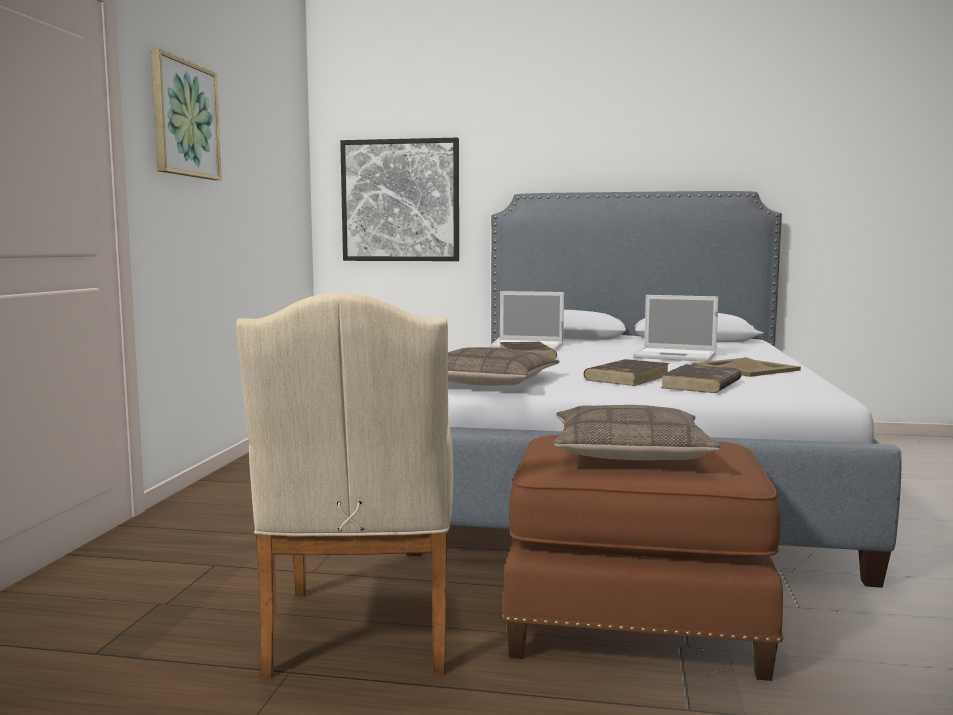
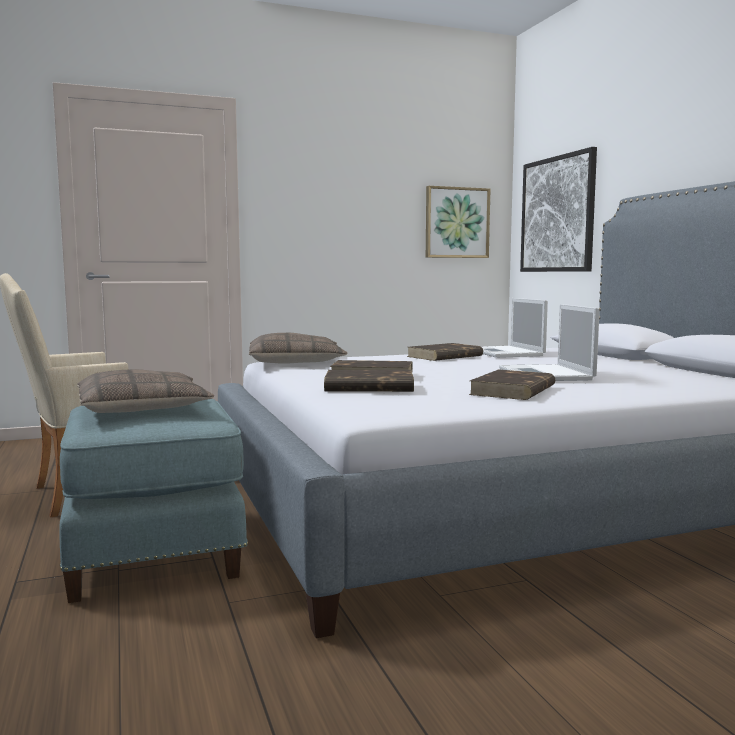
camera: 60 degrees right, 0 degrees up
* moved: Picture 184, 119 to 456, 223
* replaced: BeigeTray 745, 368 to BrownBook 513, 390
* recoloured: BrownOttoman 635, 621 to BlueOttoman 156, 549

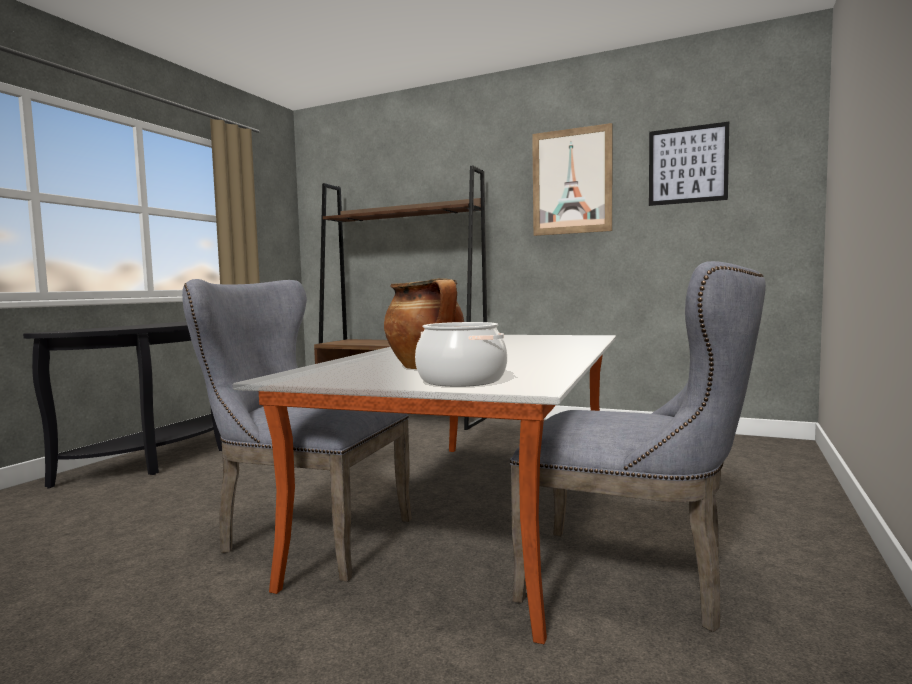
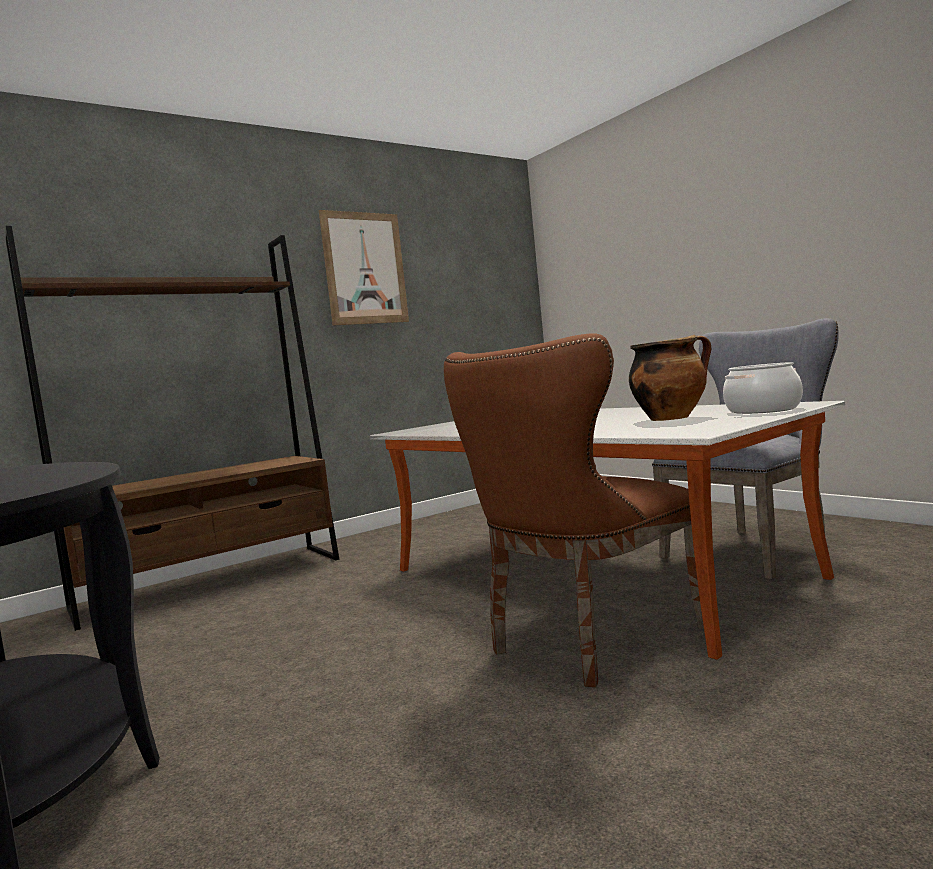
camera: 60 degrees left, 0 degrees up
* removed: Picture 687, 165
* recoloured: GreyChair 305, 536 to BrownChair 586, 643

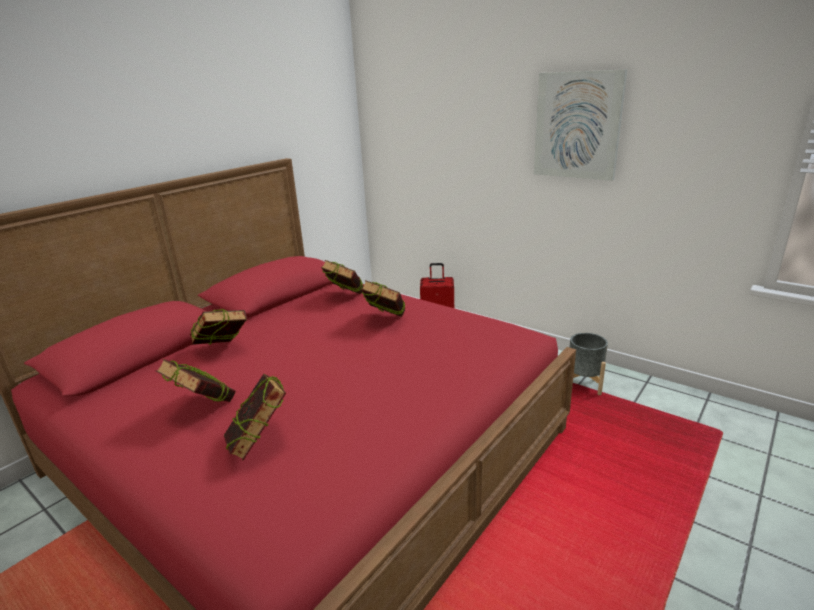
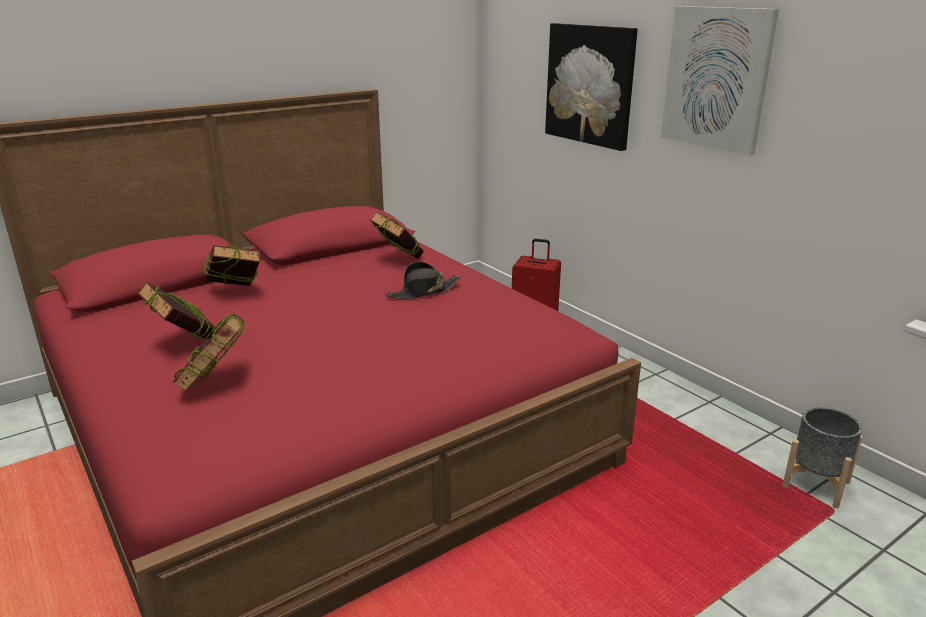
camera: 15 degrees right, 0 degrees up
* replaced: Book 385, 321 to BlackHat 423, 292
* moved: GreyPlanter 584, 384 to 816, 485
* added: Picture 590, 85

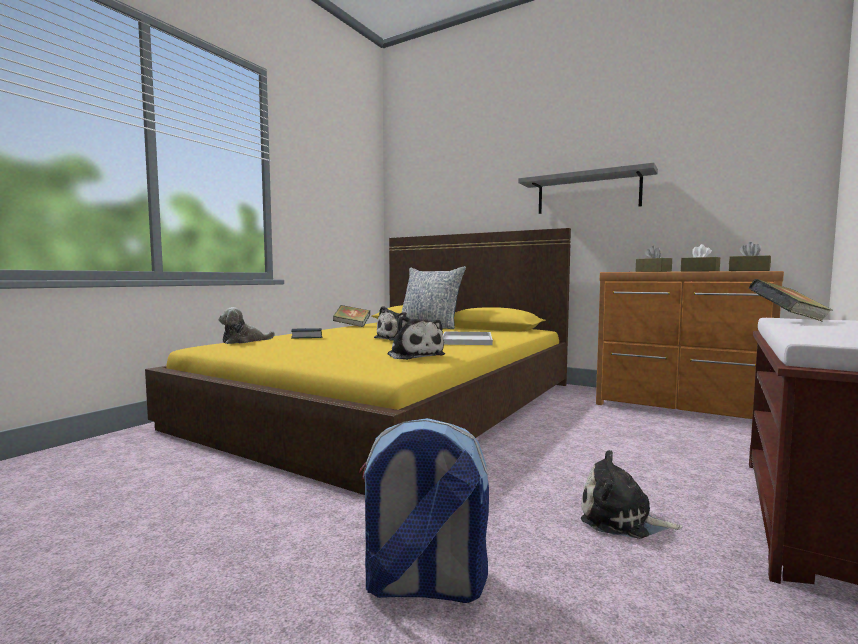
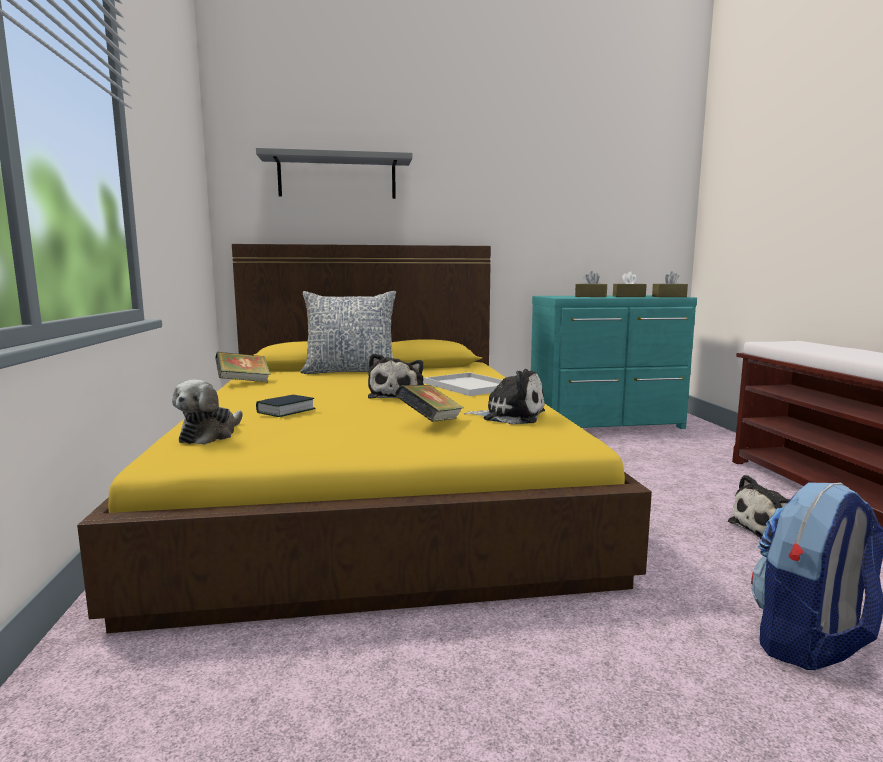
camera: 40 degrees left, 5 degrees up
* moved: GreyShelf 588, 193 to 337, 177
* recoloured: BrownDresser 680, 407 to TurquoiseDresser 607, 424
* moved: Book 788, 321 to 430, 424

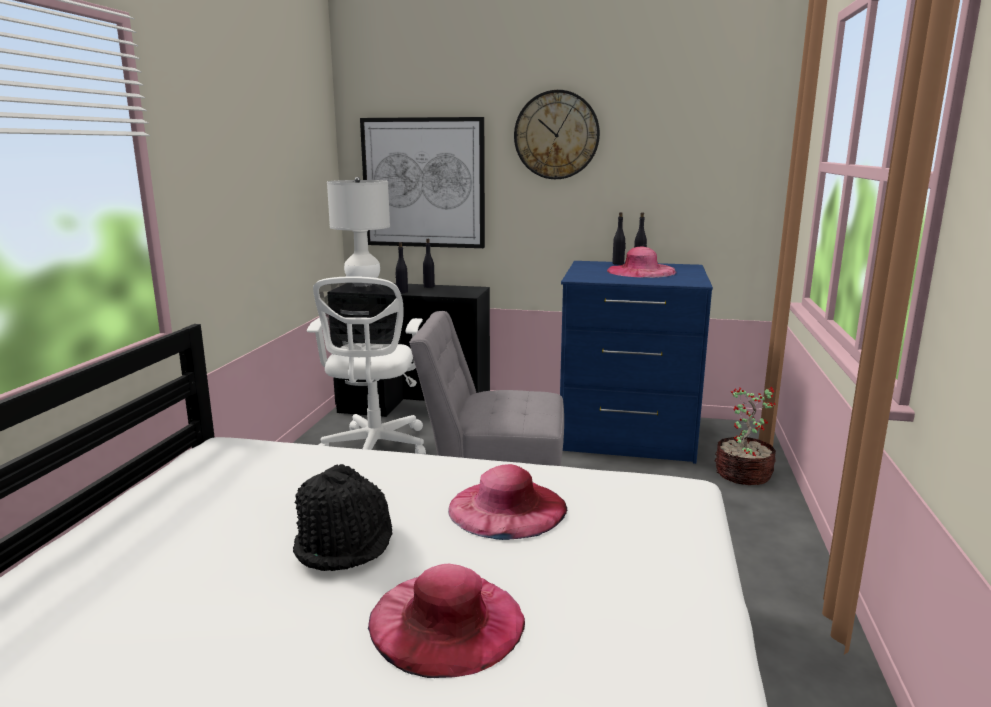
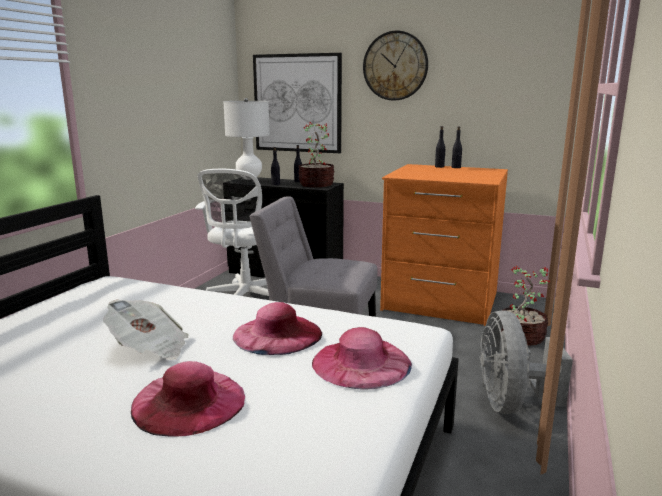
camera: 10 degrees right, 0 degrees up
* moved: PinkHat 641, 271 to 361, 363
* recoloured: BlueDresser 627, 435 to OrangeDresser 440, 302
* replaced: BlackHat 345, 544 to Newspaper 149, 348
* added: PottedPlant 316, 184
* added: GreyFan 511, 403

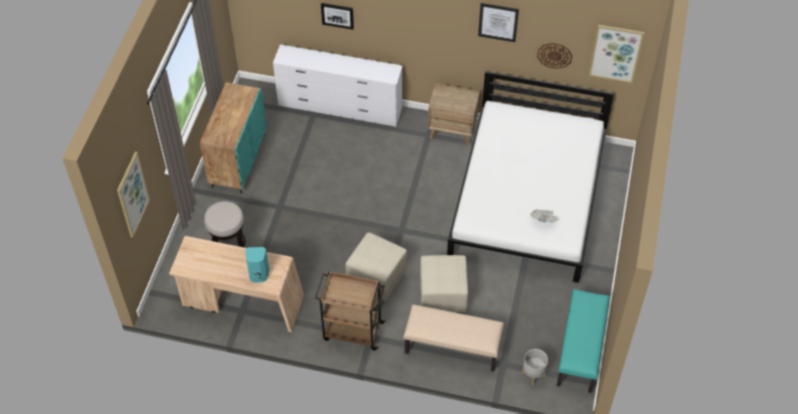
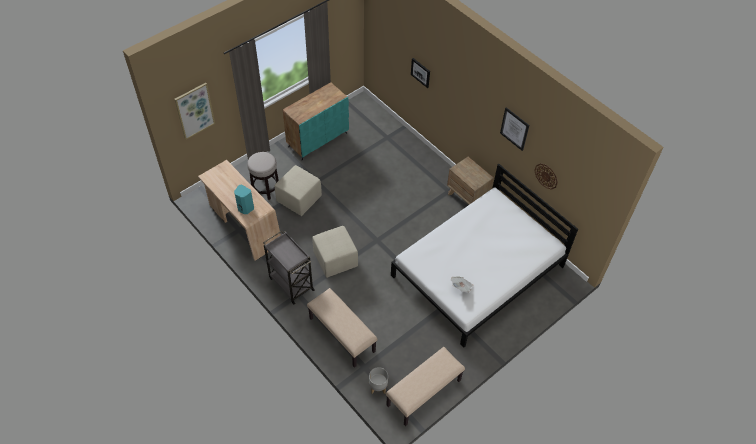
camera: 35 degrees right, 0 degrees up
* removed: Picture 615, 53
* removed: WhiteDresser 340, 107
* moved: BeigeOttoman 442, 294 to 299, 199
* recoloured: BrownCart 352, 331 to GreyCart 290, 283
* recoloured: TurquoiseBench 581, 351 to BeigeBench 424, 393

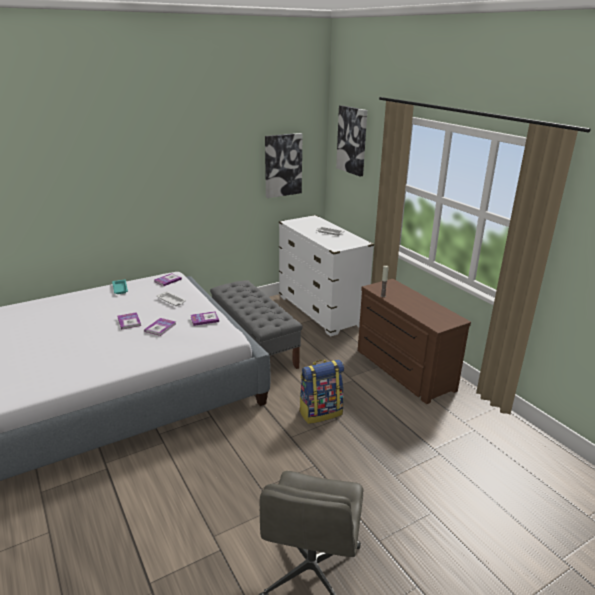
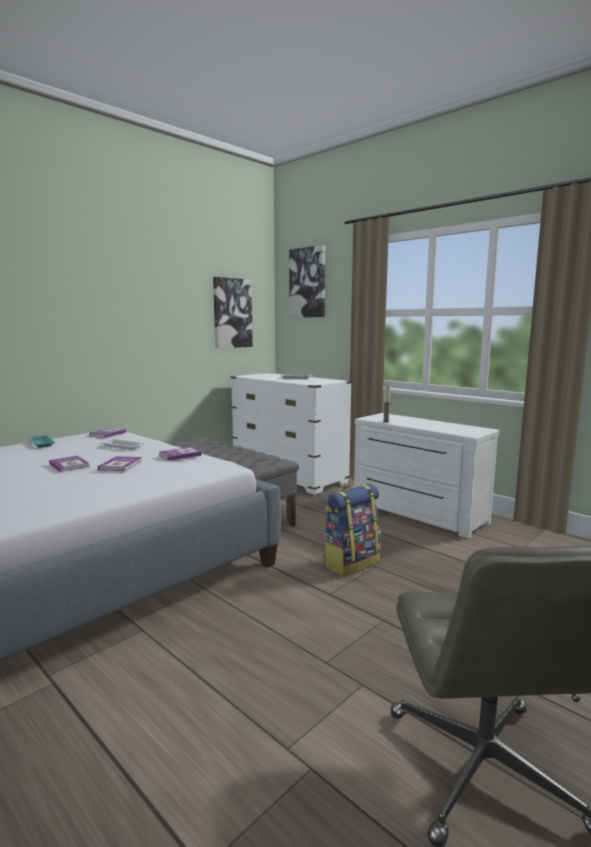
camera: 15 degrees left, 15 degrees down
* recoloured: BrownDresser 402, 370 to WhiteDresser 416, 513

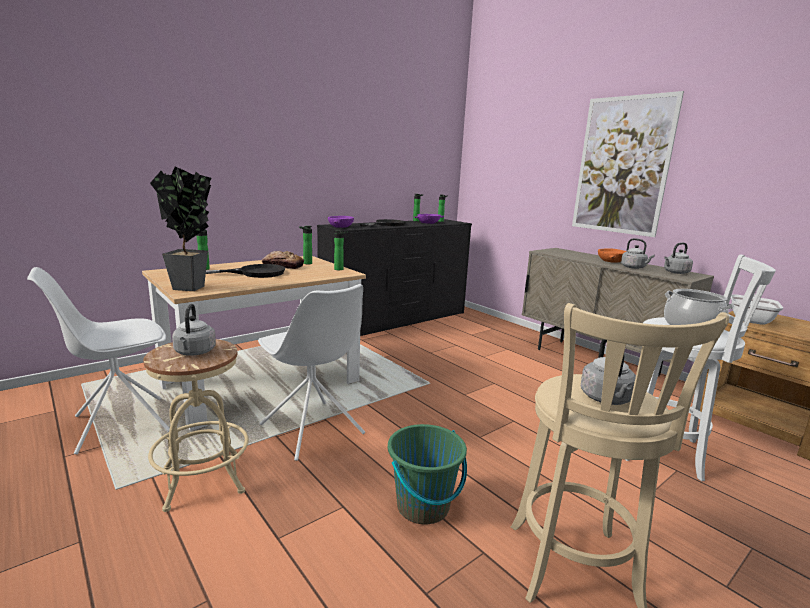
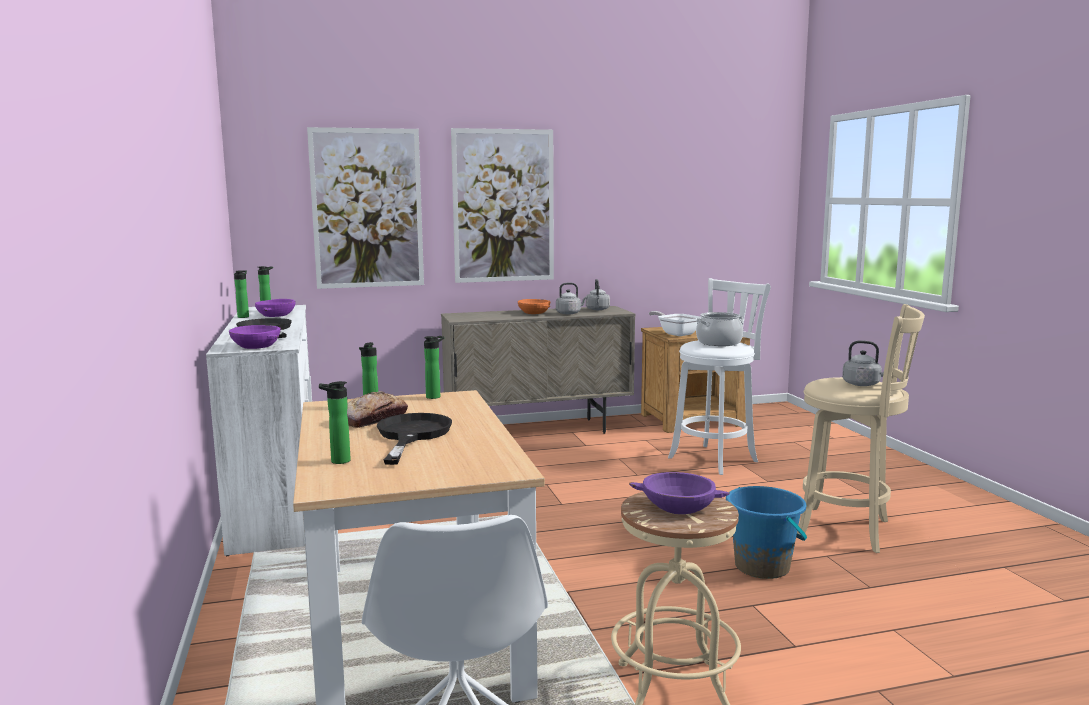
camera: 65 degrees left, 5 degrees down
* removed: PottedPlant 191, 289
* recoloured: BlackDresser 397, 321 to WhiteDresser 279, 493
* removed: WhiteChair 312, 430
* replaced: GreyKettle 194, 352 to PurpleBowl 679, 507
* recoloured: GreenBucket 423, 506 to BlueBucket 762, 567
* added: Picture 367, 208

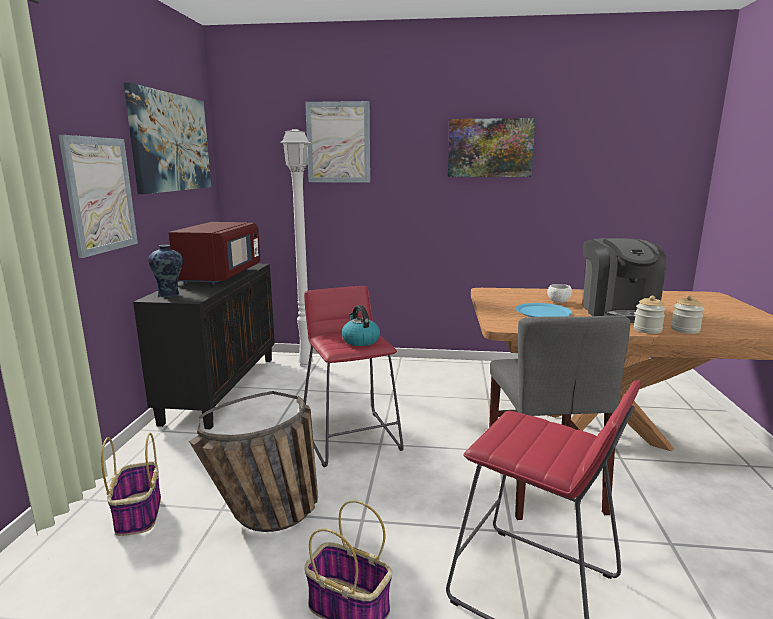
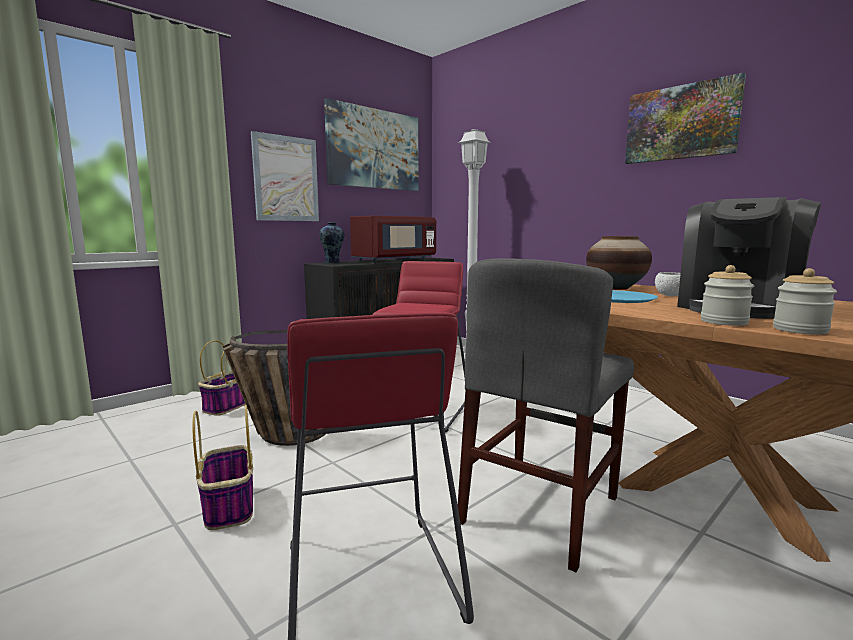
camera: 40 degrees right, 5 degrees down
* removed: Picture 338, 142
* removed: Kettle 360, 340
* added: Vase 616, 288

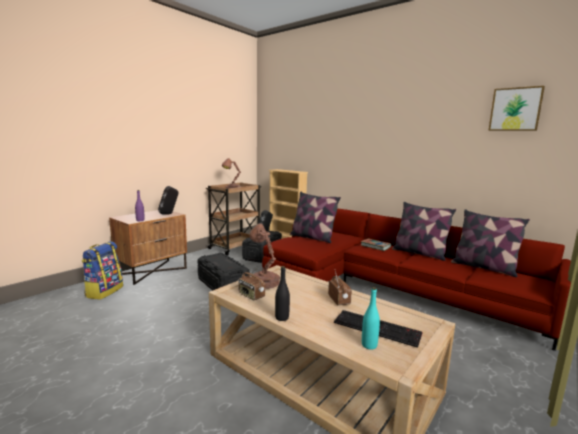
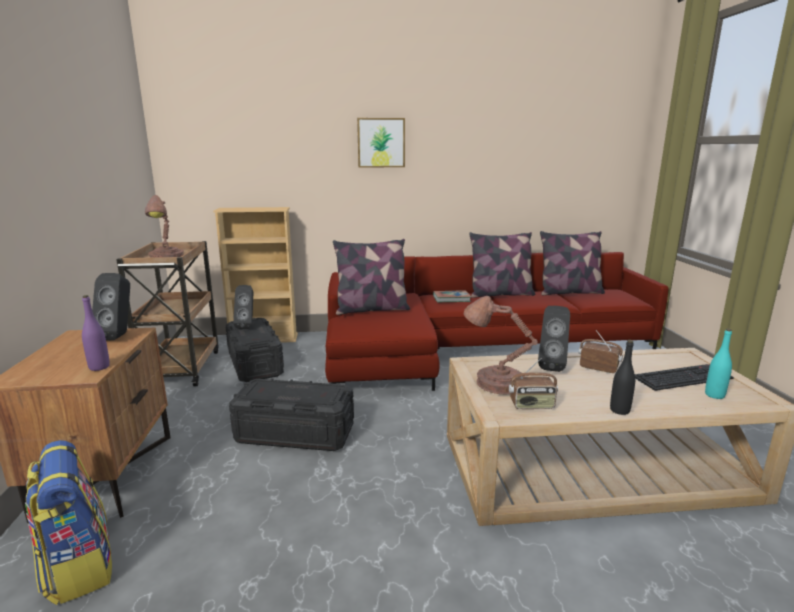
camera: 45 degrees left, 5 degrees up
* moved: Picture 515, 109 to 381, 143
* added: BlackSpeaker 551, 366

